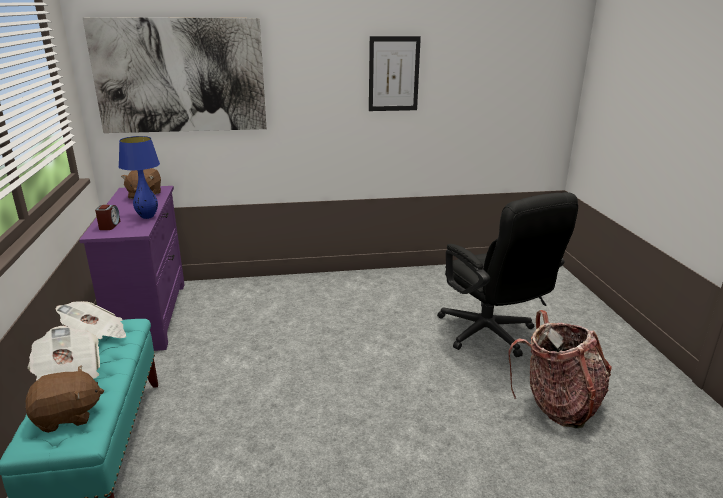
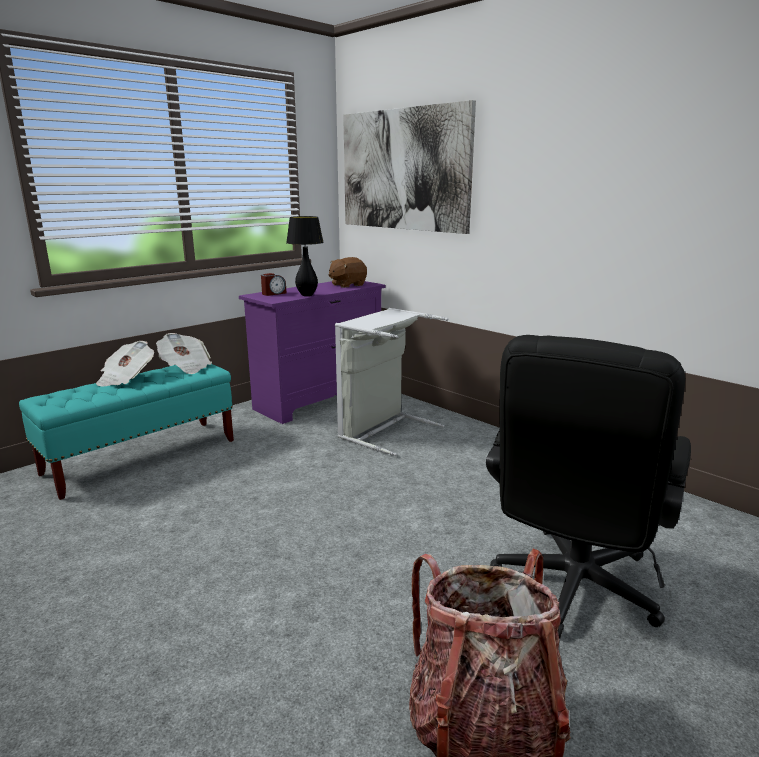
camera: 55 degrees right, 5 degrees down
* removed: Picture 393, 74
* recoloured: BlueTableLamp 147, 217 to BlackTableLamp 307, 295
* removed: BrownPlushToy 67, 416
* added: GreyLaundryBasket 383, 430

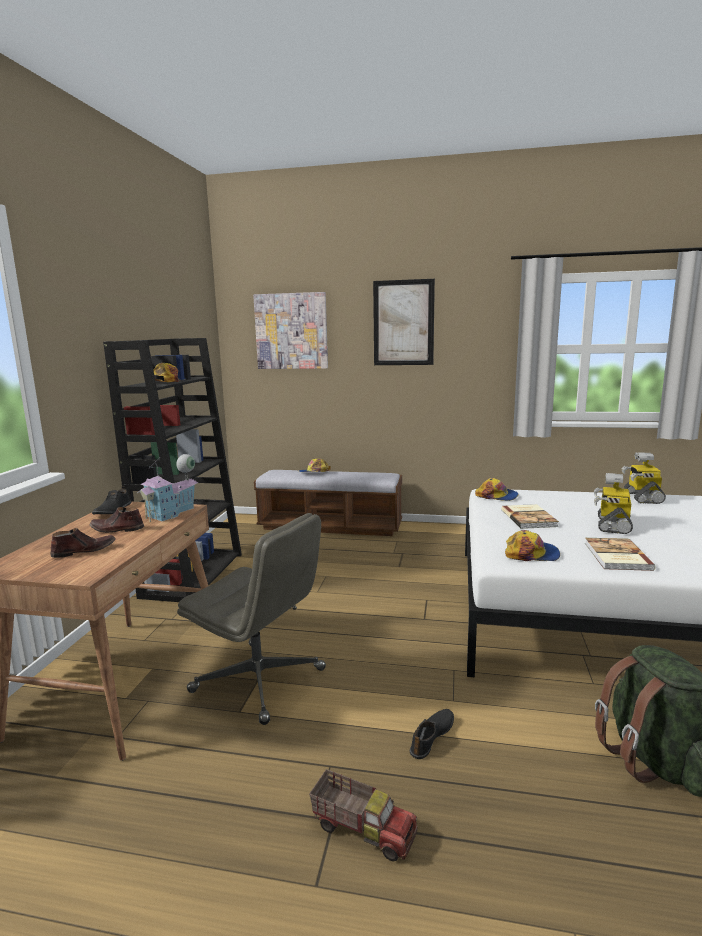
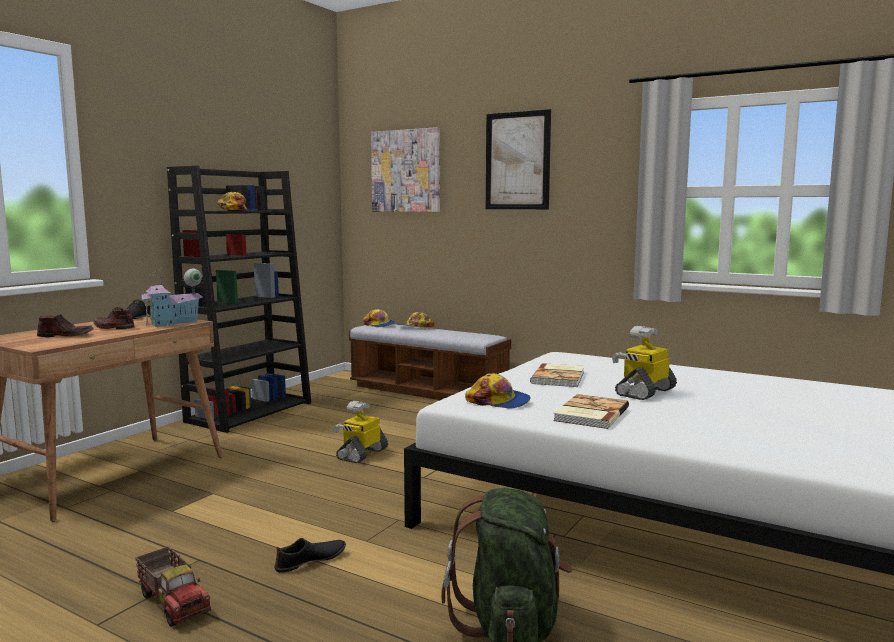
camera: 20 degrees right, 5 degrees down
* moved: ToyRobot 642, 497 to 361, 454
* moved: Cap 497, 496 to 379, 325
* removed: GreyOfficeChair 260, 681

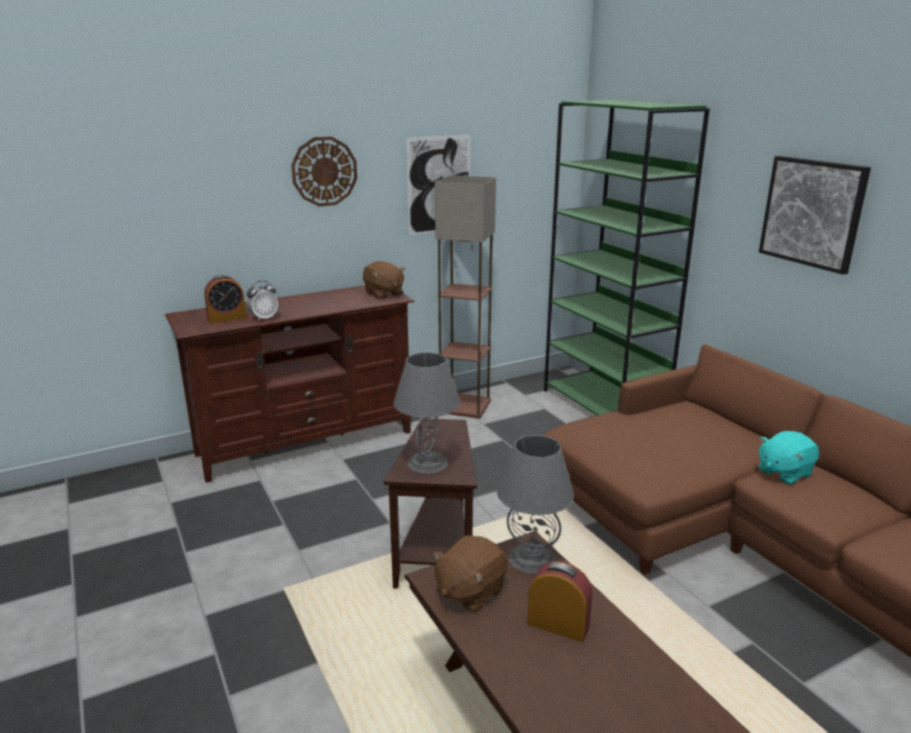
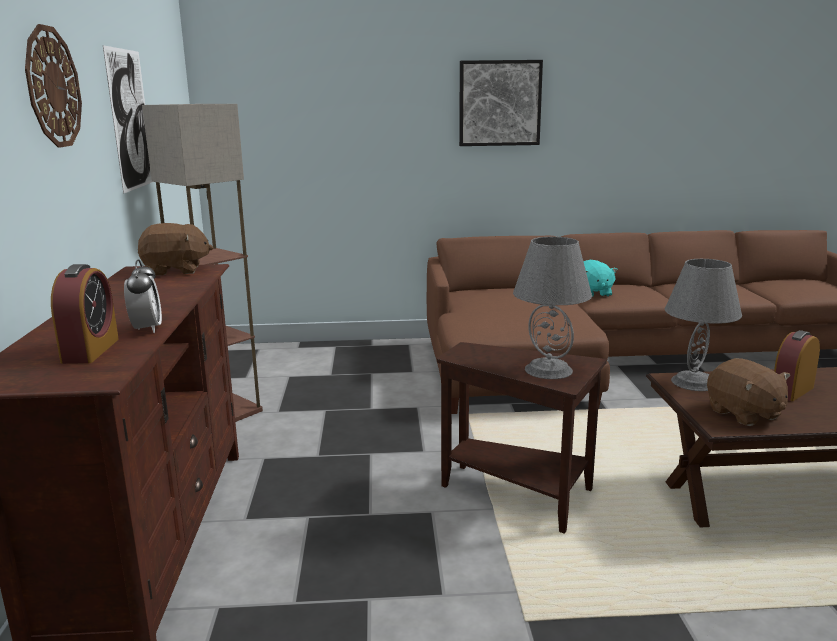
camera: 65 degrees left, 5 degrees down
* removed: GreenBookcase 604, 407

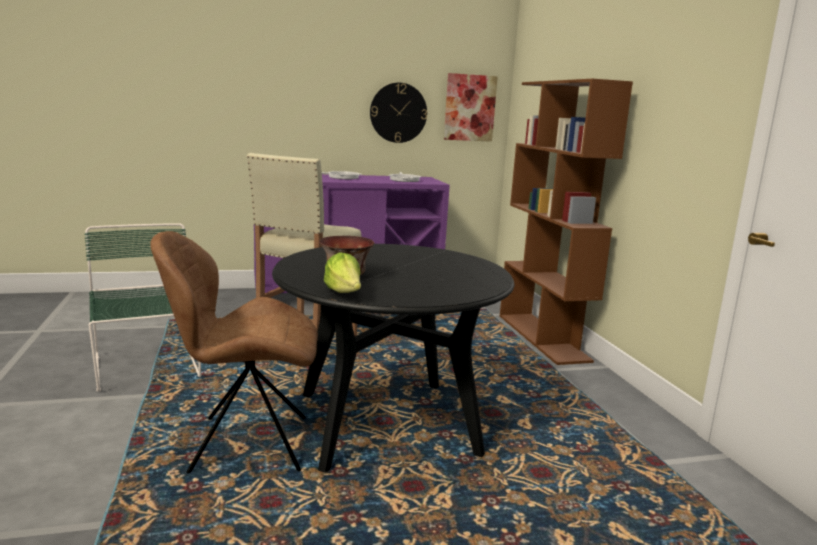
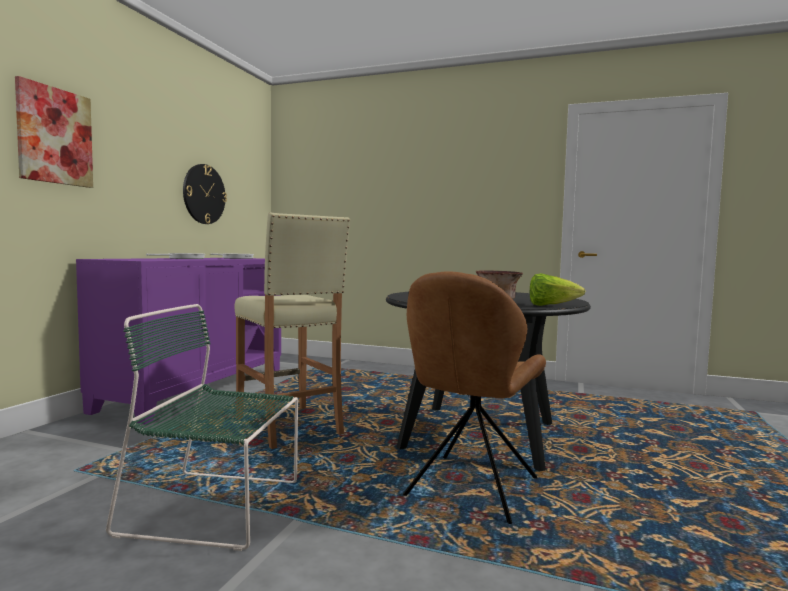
camera: 55 degrees left, 10 degrees down
* moved: Picture 469, 108 to 55, 136
* removed: BrownBookcase 543, 337

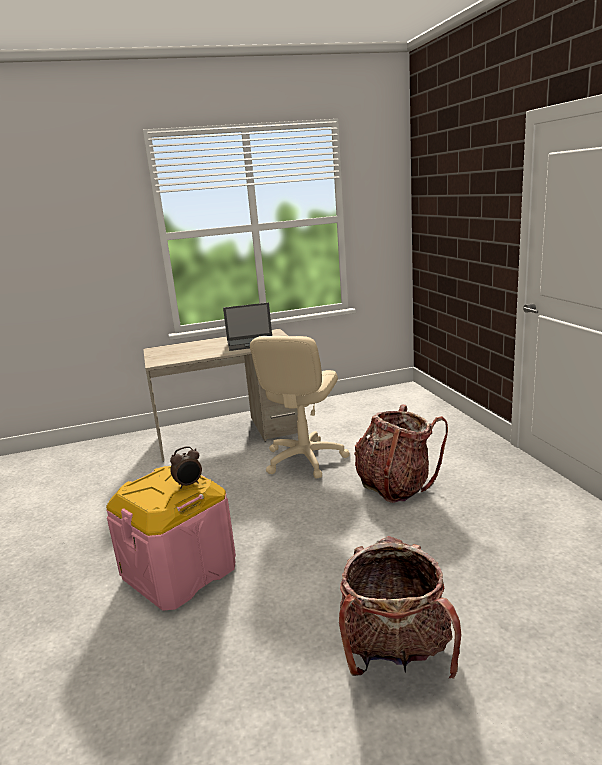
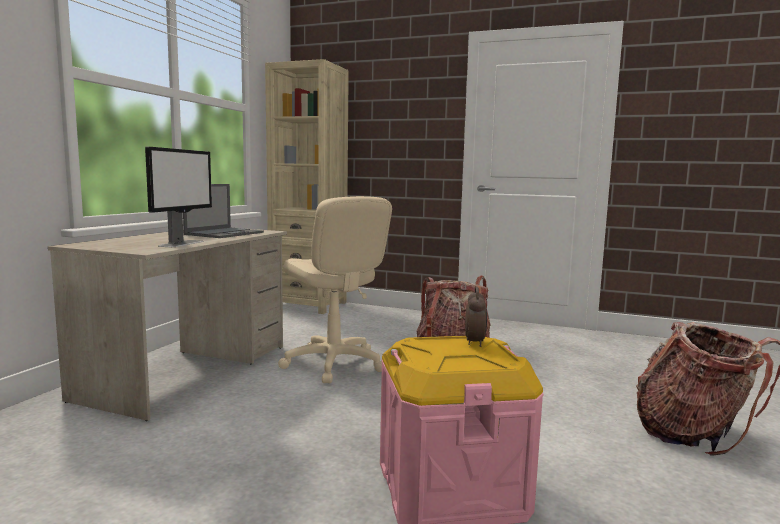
camera: 55 degrees left, 10 degrees down
* added: BeigeBookcase 308, 305
* added: Monitor 182, 243

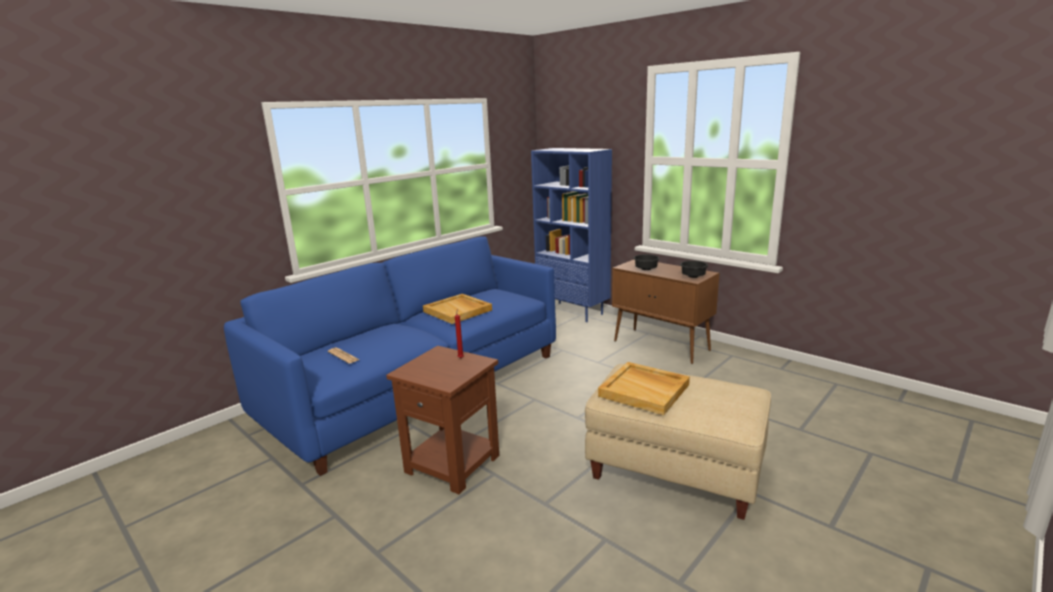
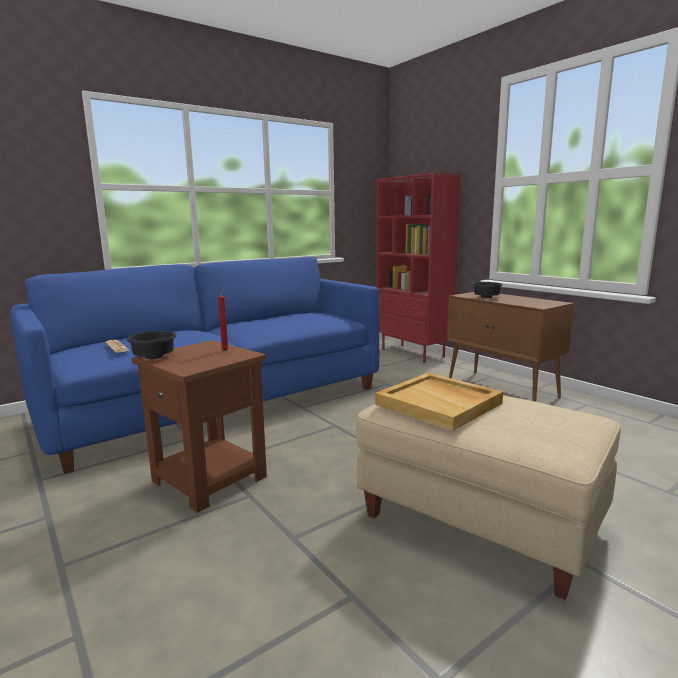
camera: 10 degrees right, 5 degrees down
* recoloured: BlueBookcase 573, 312 to RedBookcase 413, 353
* moved: BlackBowl 693, 277 to 153, 358
* removed: BeigeTray 458, 311

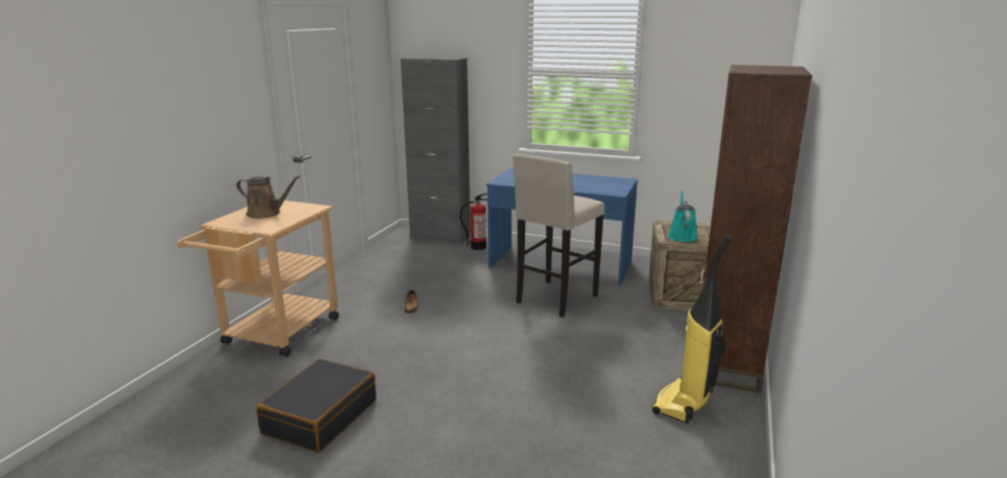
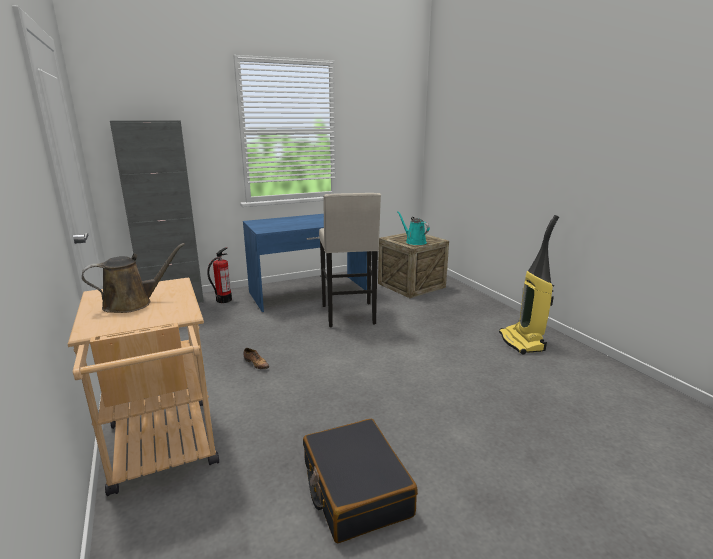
camera: 45 degrees left, 0 degrees up
* removed: BrownBookcase 726, 363

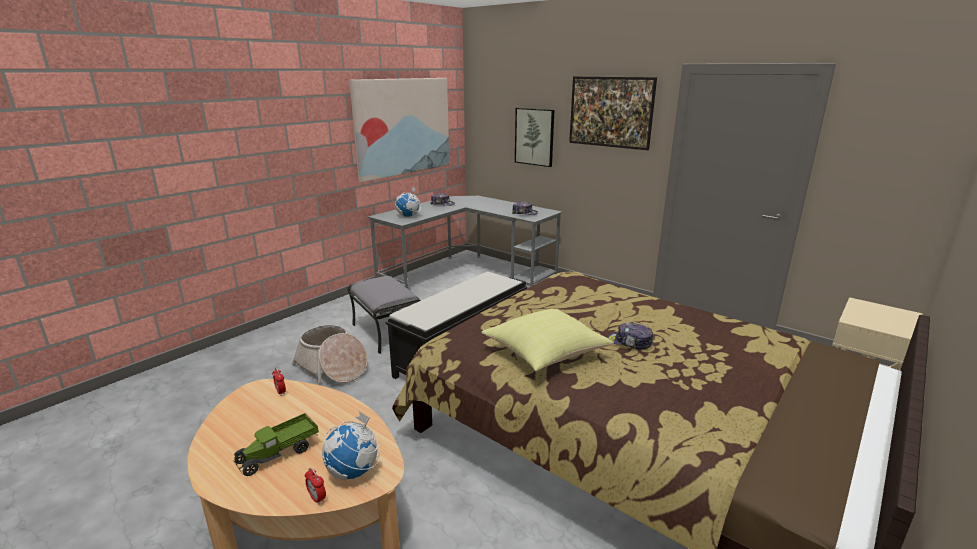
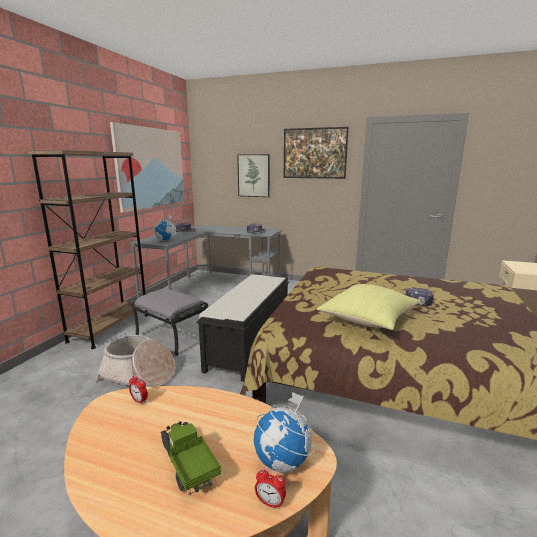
camera: 20 degrees left, 5 degrees down
* turned: ToyTruck 279, 454 = 187, 465 120 degrees clockwise
* added: BrownBookcase 110, 327

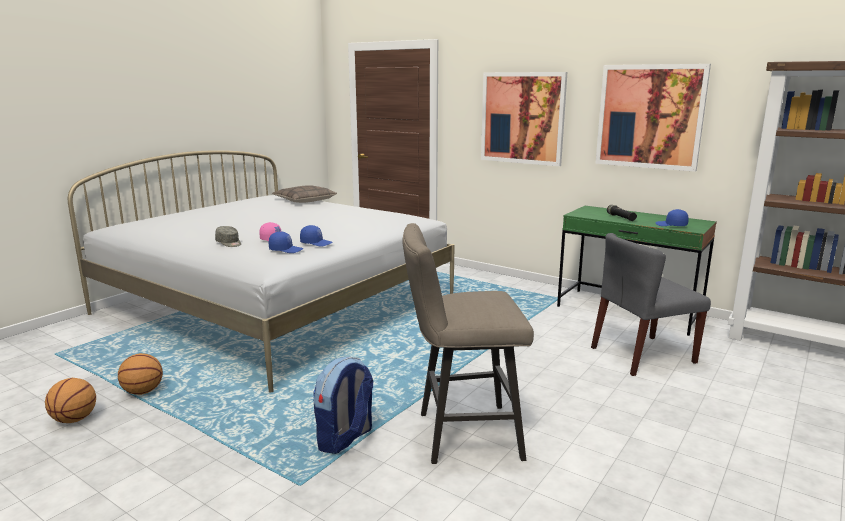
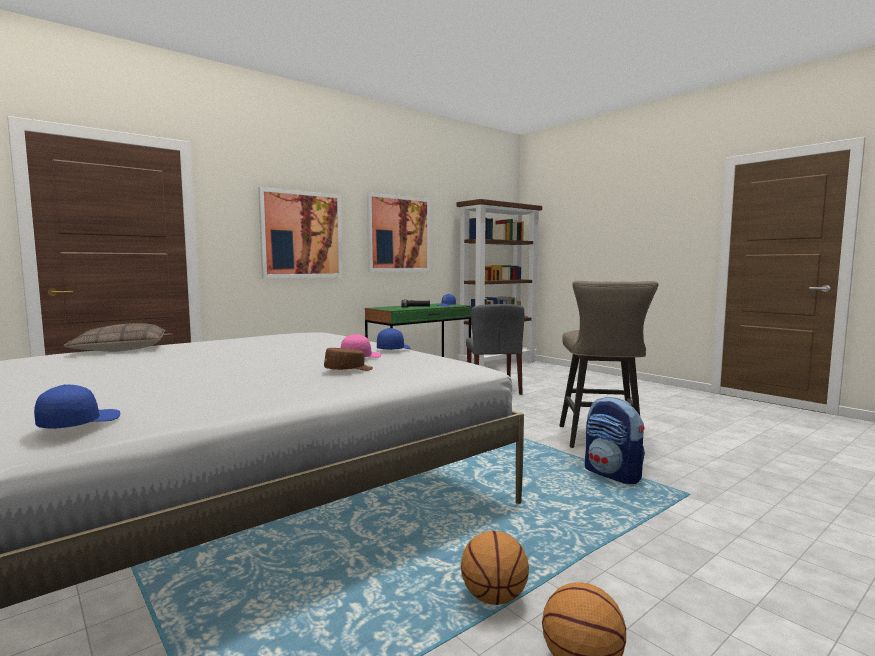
camera: 75 degrees left, 10 degrees down
* recoloured: GreyCap 229, 243 to BrownCap 349, 370
* moved: BlueCap 286, 250 to 79, 422

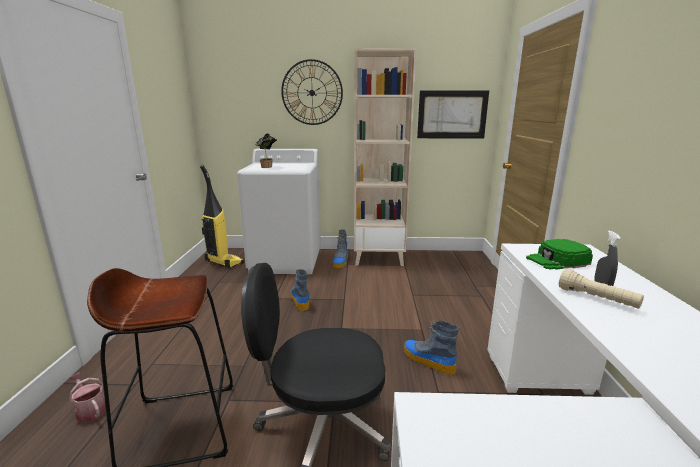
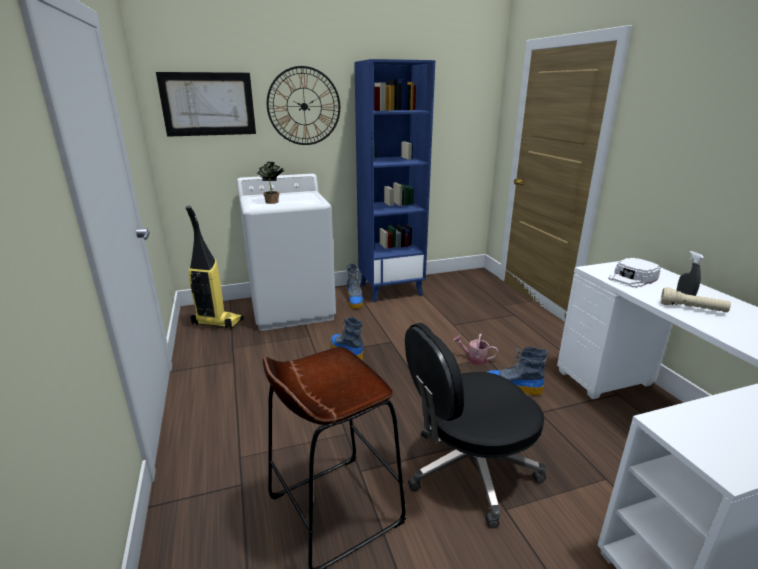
camera: 20 degrees left, 5 degrees up
* recoloured: BeigeBookcase 379, 258 to BlueBookcase 391, 289
* moved: Picture 452, 114 to 208, 104
* recoloured: GreenCap 557, 260 to WhiteCap 633, 278
* moved: WateringCan 90, 409 to 474, 359

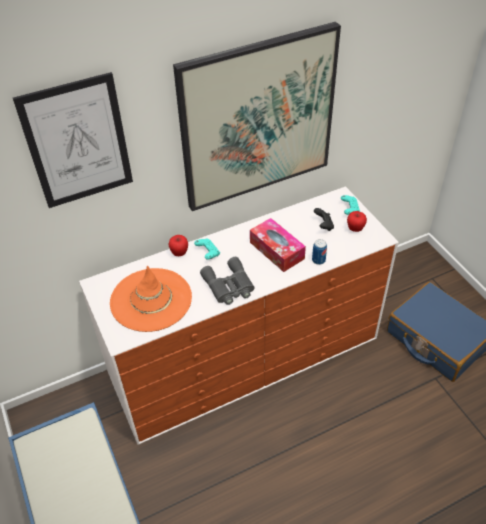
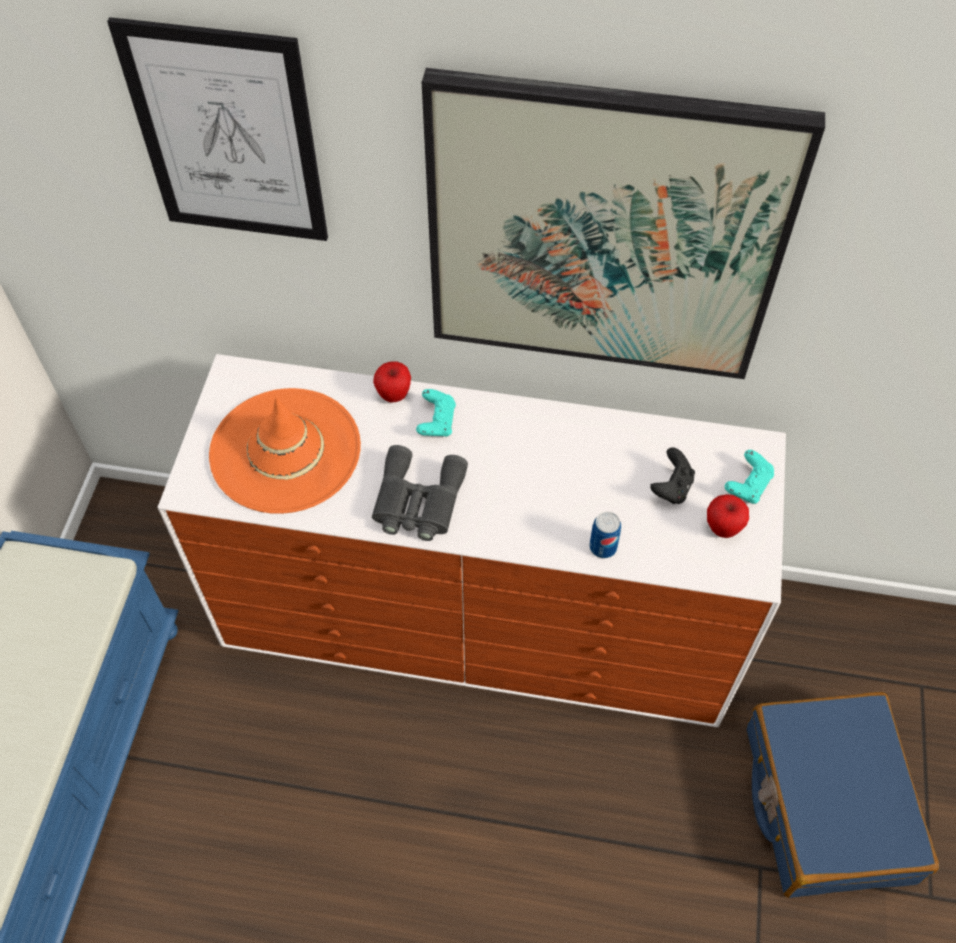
camera: 35 degrees right, 10 degrees up
* removed: TissueBox 276, 250

